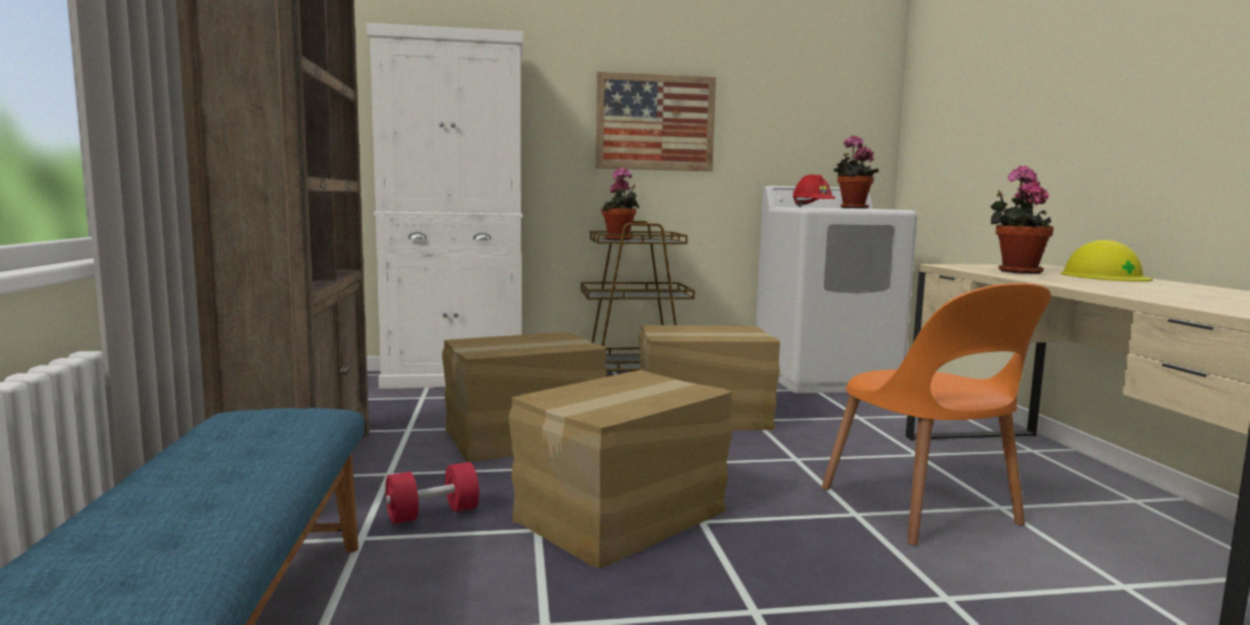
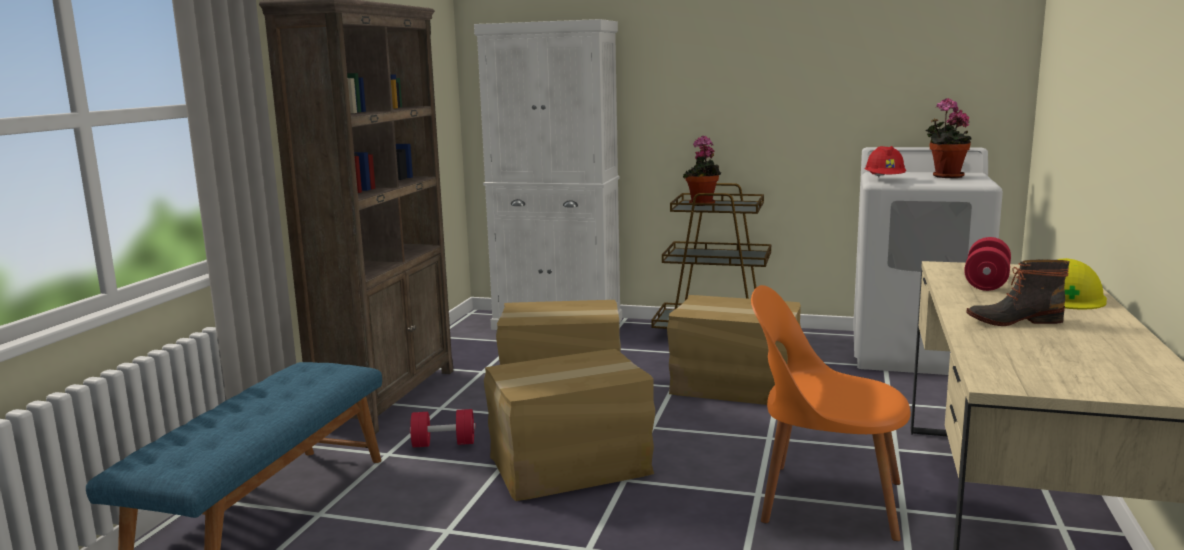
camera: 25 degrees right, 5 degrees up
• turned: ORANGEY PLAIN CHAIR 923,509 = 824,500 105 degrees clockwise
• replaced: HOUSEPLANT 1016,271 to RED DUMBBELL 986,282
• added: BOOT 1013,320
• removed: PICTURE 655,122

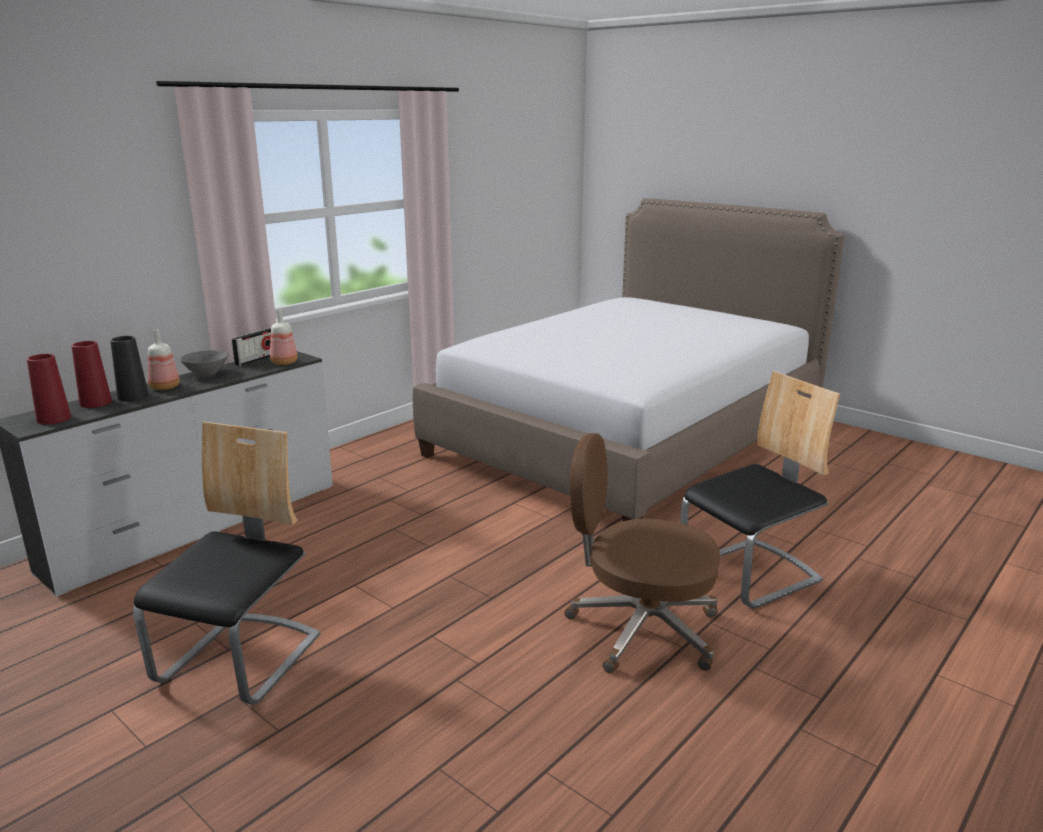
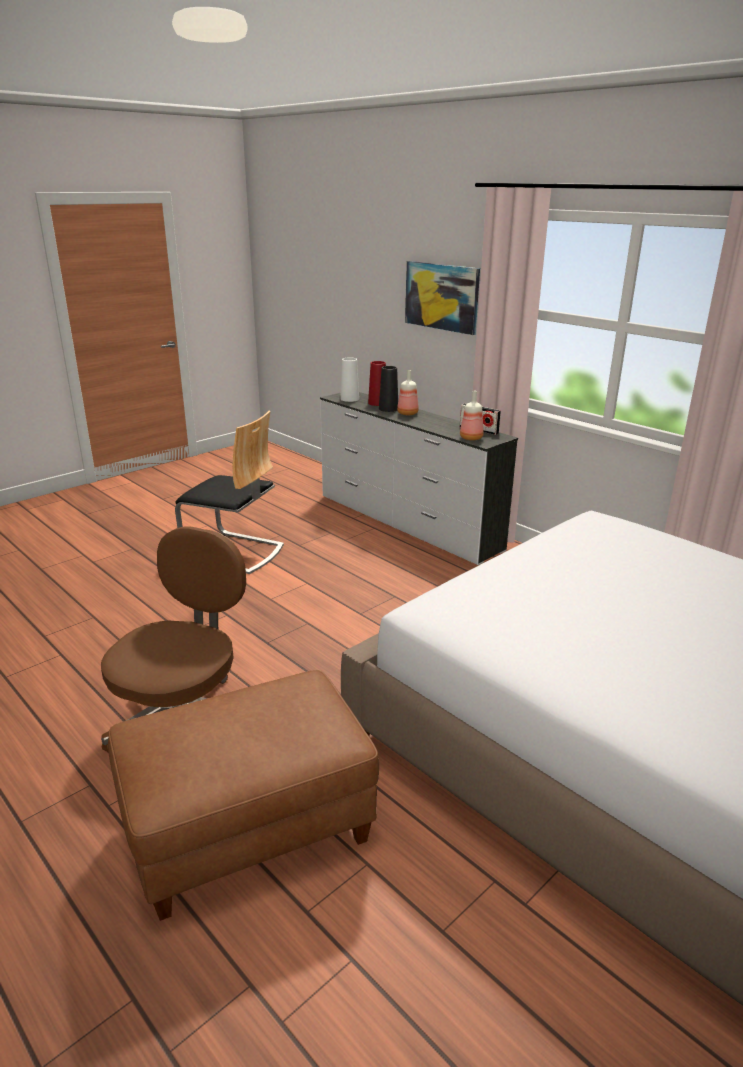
camera: 95 degrees right, 5 degrees up
• replaced: PLAIN CHAIR 750,574 to BROWN FOOTREST 248,831
• recoloured: RED FLOWER VASE 54,419 to WHITISH FLOWER VASE 349,399
• added: PICTURE 442,296
• removed: GREY BOWL 207,374

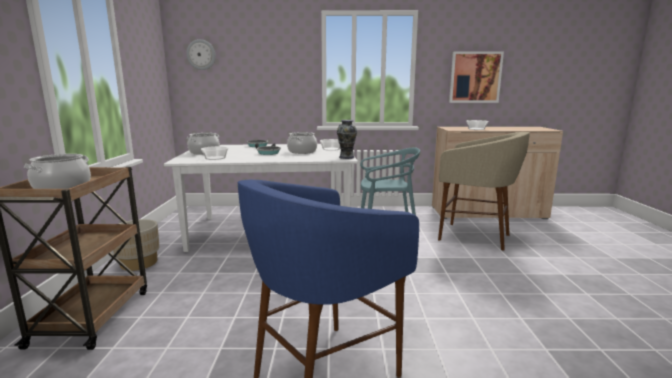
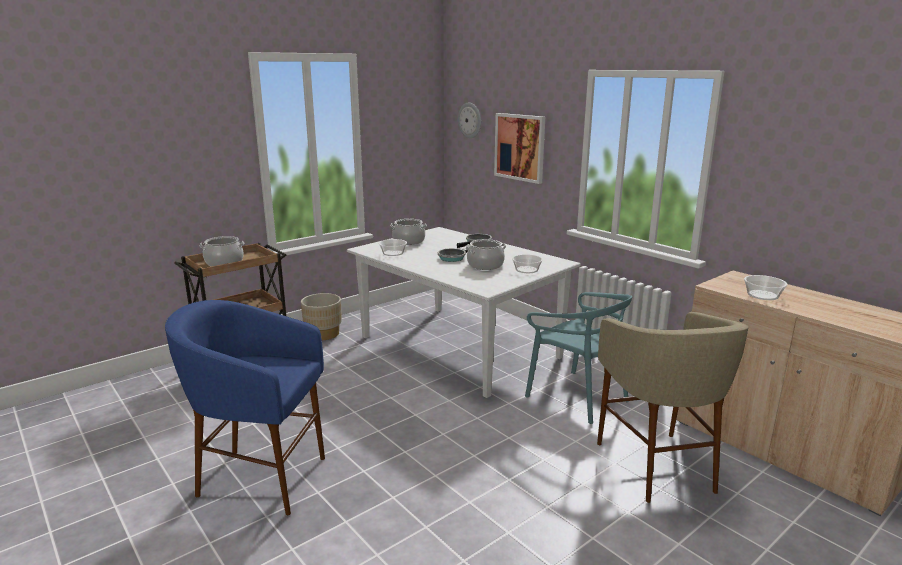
camera: 50 degrees right, 5 degrees up
• moved: PICTURE 475,77 to 520,147
• removed: FLOWER VASE 346,157

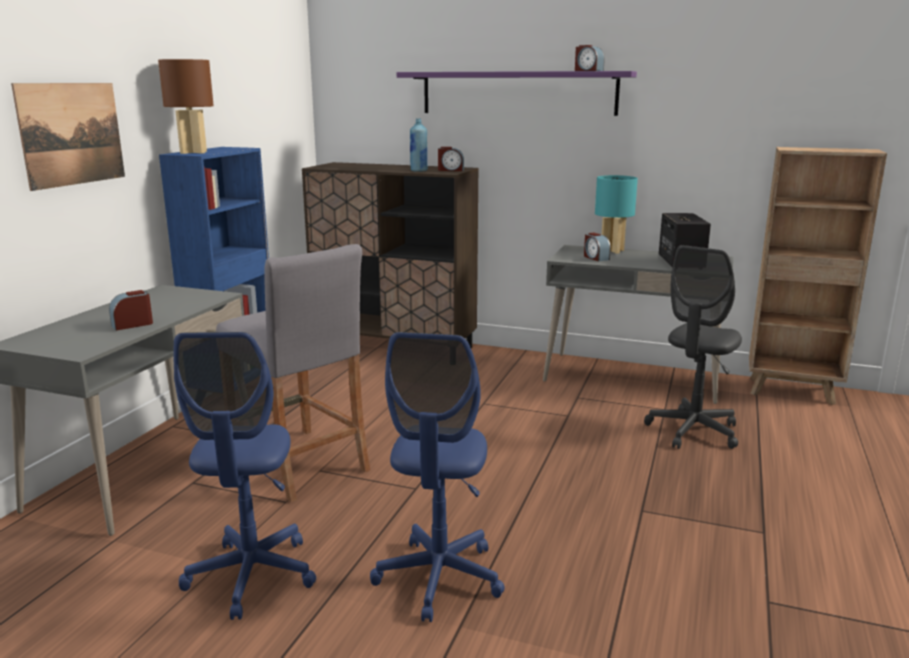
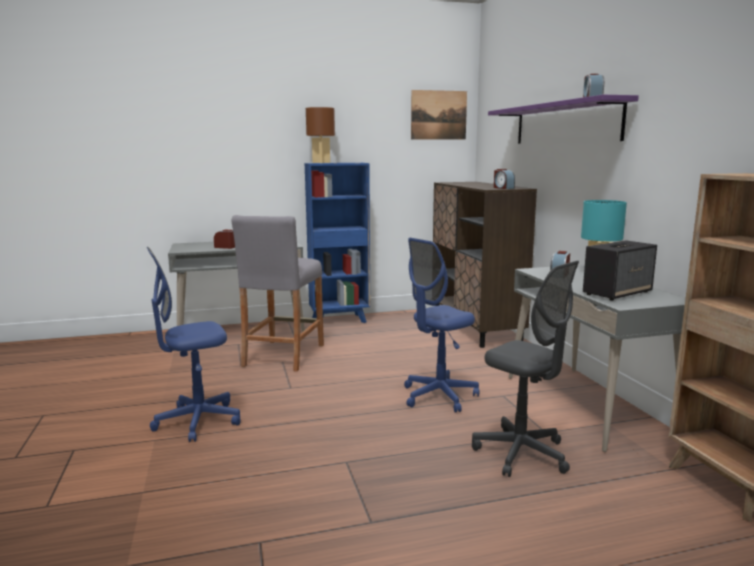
camera: 55 degrees right, 5 degrees down
• moved: BLUE-COLOURED DESK CHAIR 252,575 to 439,396
• moved: PICTURE 72,134 to 438,115
• turned: GREY DESK CHAIR 693,431 = 521,453 135 degrees counterclockwise
• removed: BLUE-COLOURED BEVERAGE BOTTLE 419,170

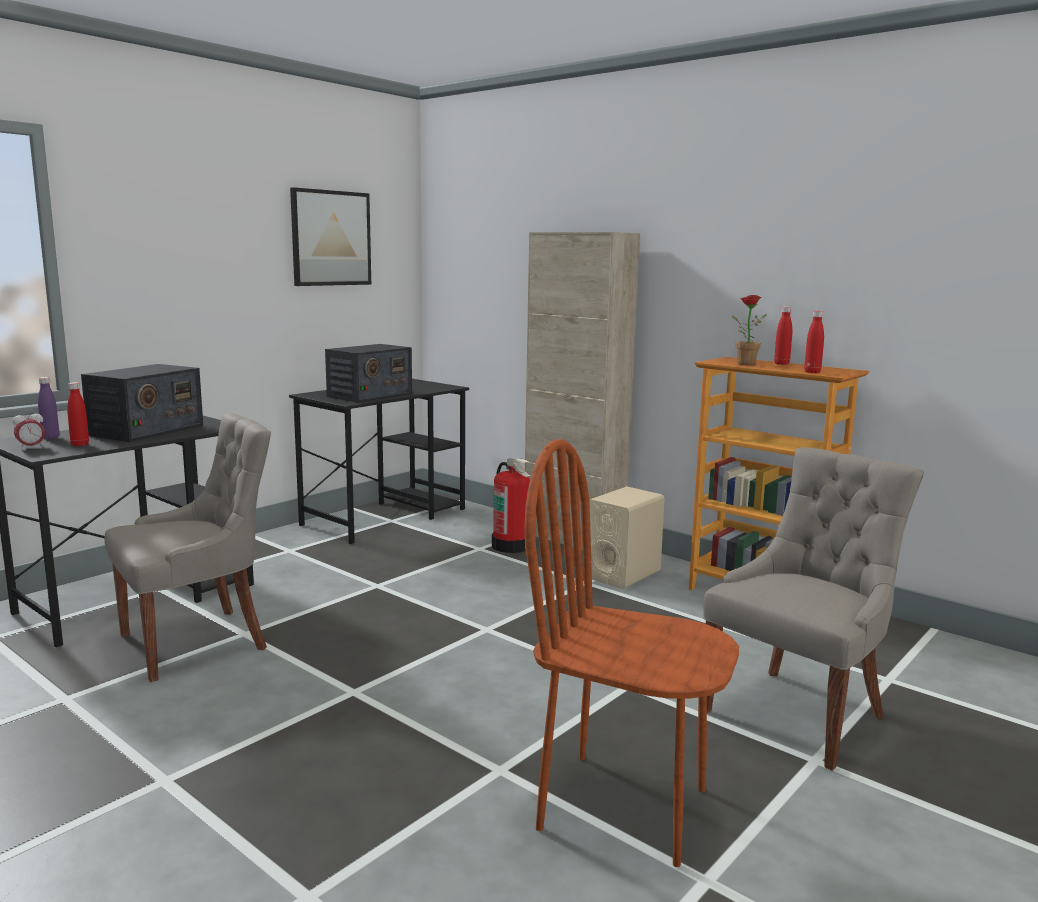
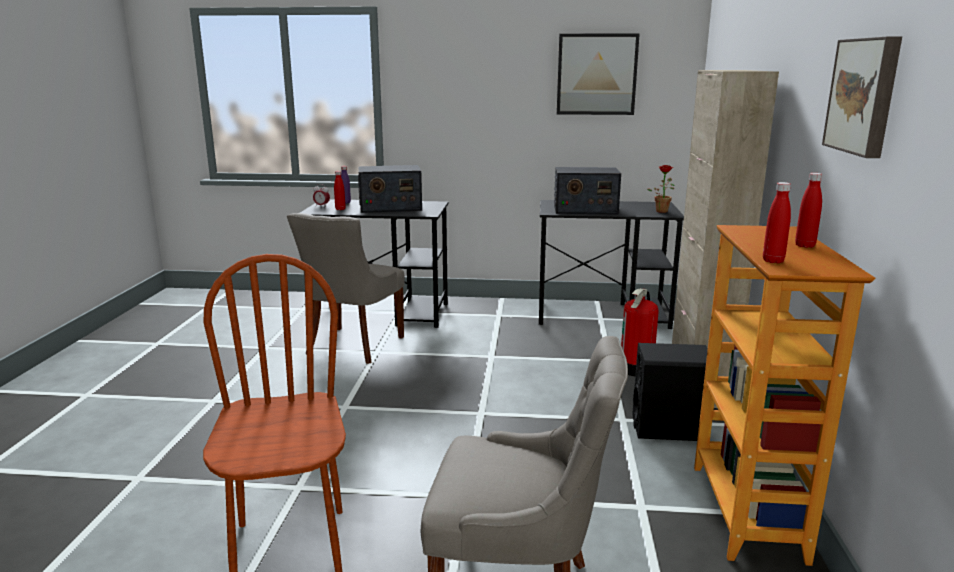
camera: 55 degrees right, 5 degrees up
• turned: GREY PLAIN CHAIR 198,641 = 353,346 90 degrees clockwise
• recoloured: SAND-COLOURED AUDIO SPEAKER 623,574 to BLACK AUDIO SPEAKER 669,428
• moved: HOUSEPLANT 743,363 to 661,211
• added: PICTURE 865,96

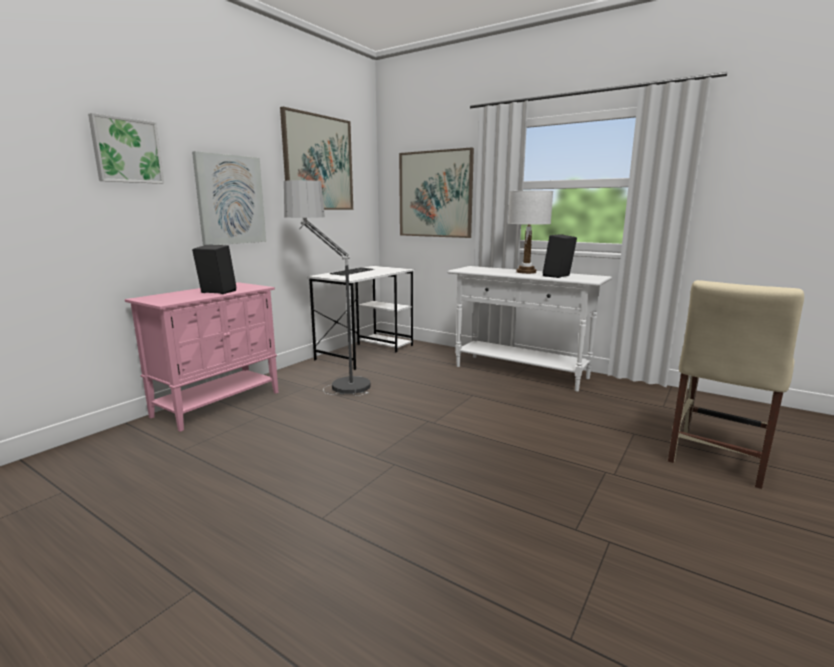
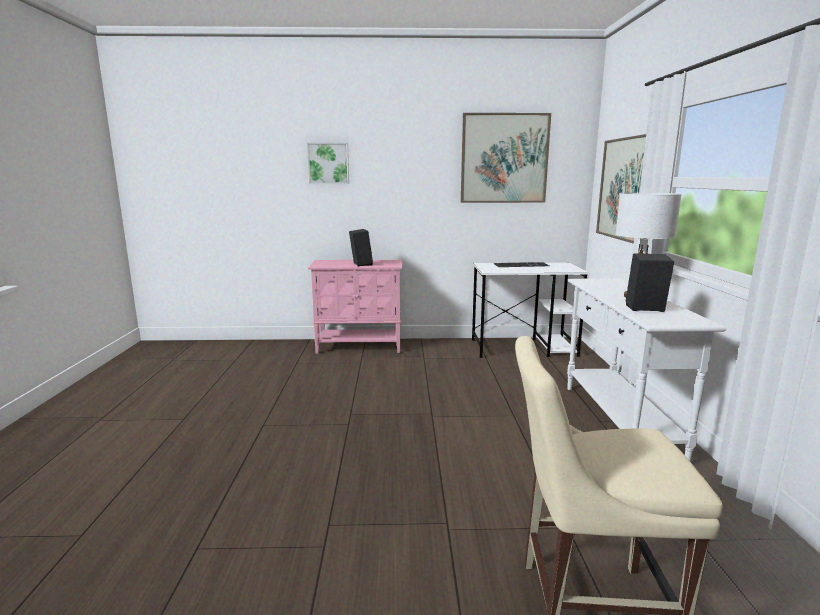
camera: 55 degrees right, 0 degrees up
• removed: PICTURE 230,200
• removed: STANDARD LAMP 331,381

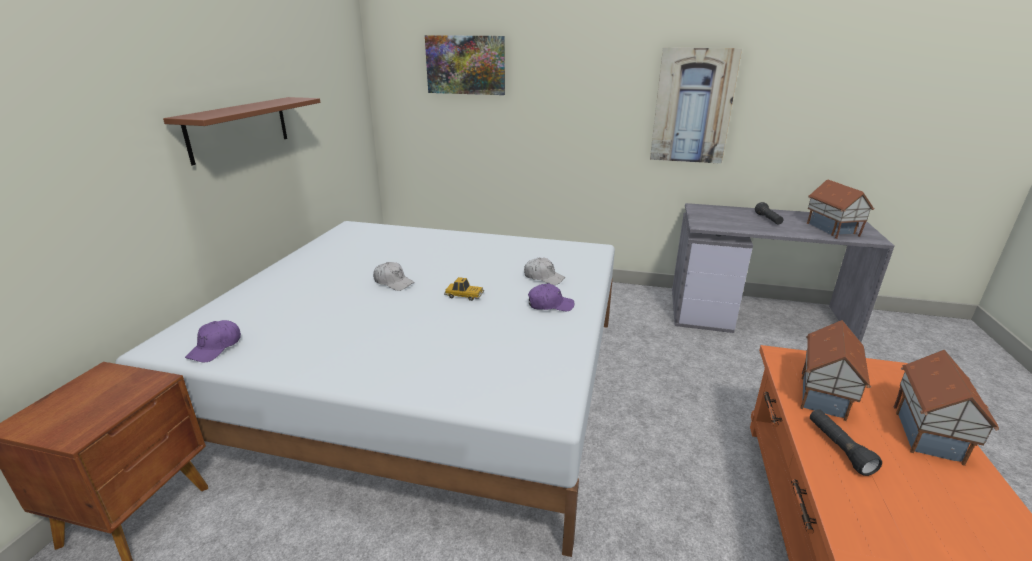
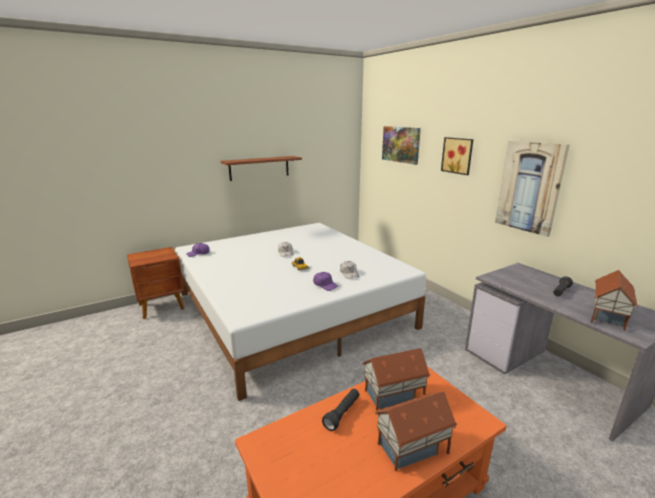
camera: 45 degrees right, 5 degrees down
• added: PICTURE 458,155

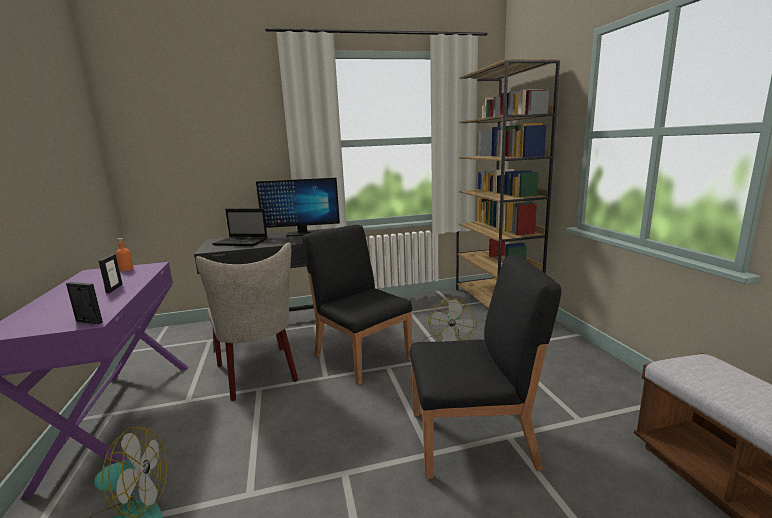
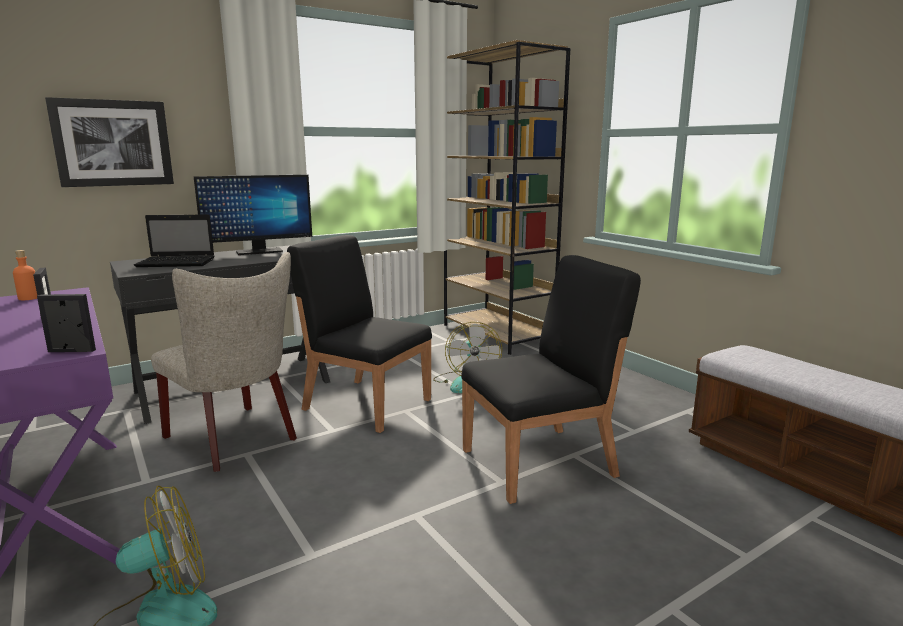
camera: 20 degrees left, 0 degrees up
• added: PICTURE 113,143

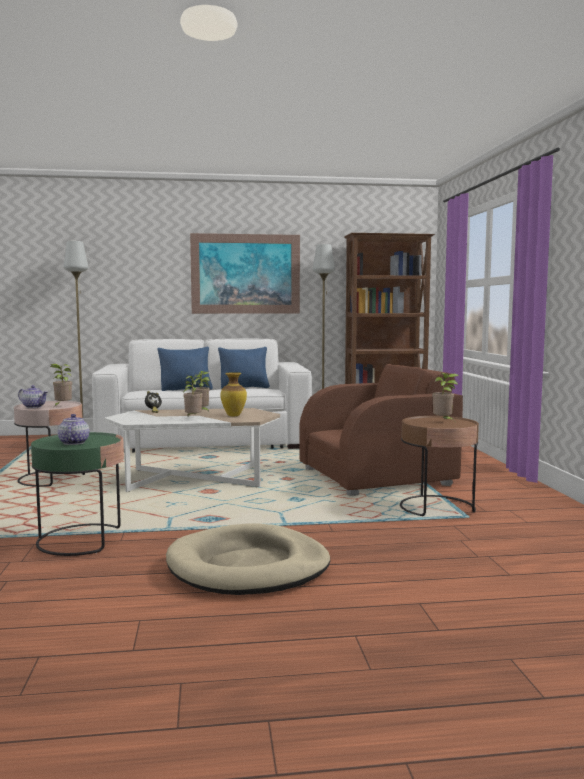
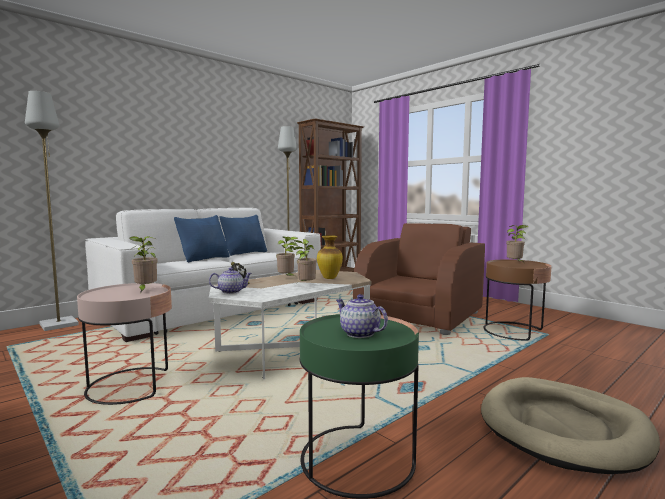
camera: 35 degrees left, 0 degrees up
• moved: TEAPOT 34,406 to 231,291
• removed: PICTURE 245,274

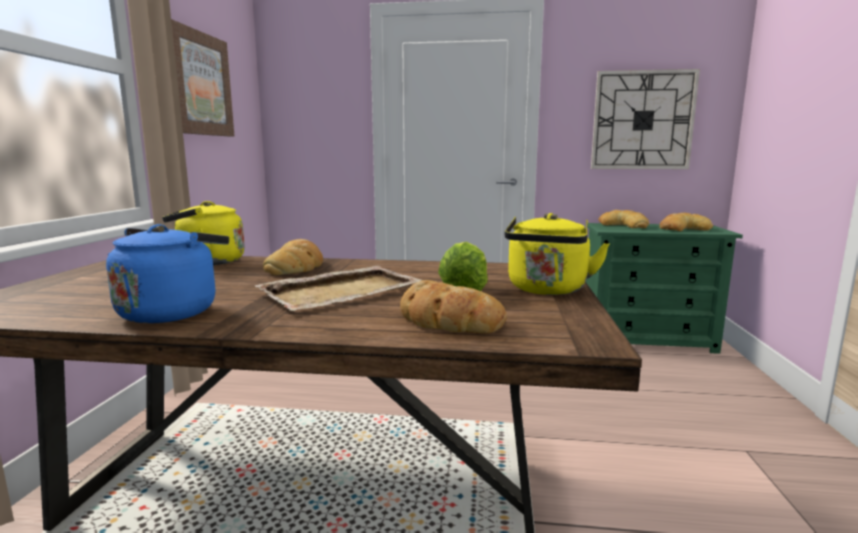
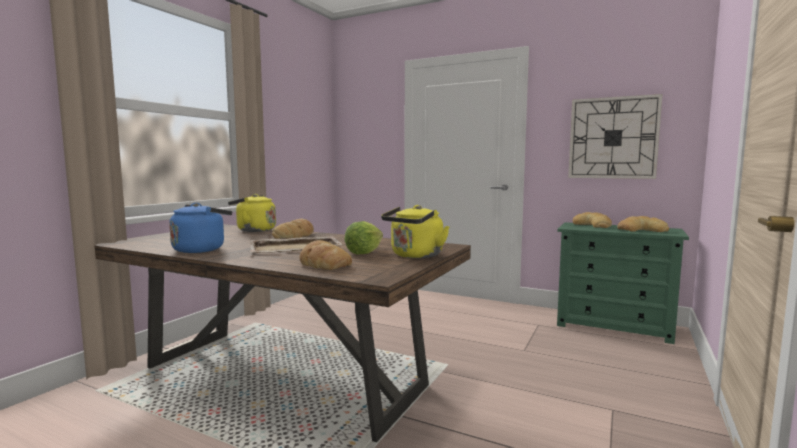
camera: 20 degrees right, 5 degrees down
• removed: PICTURE 199,84

